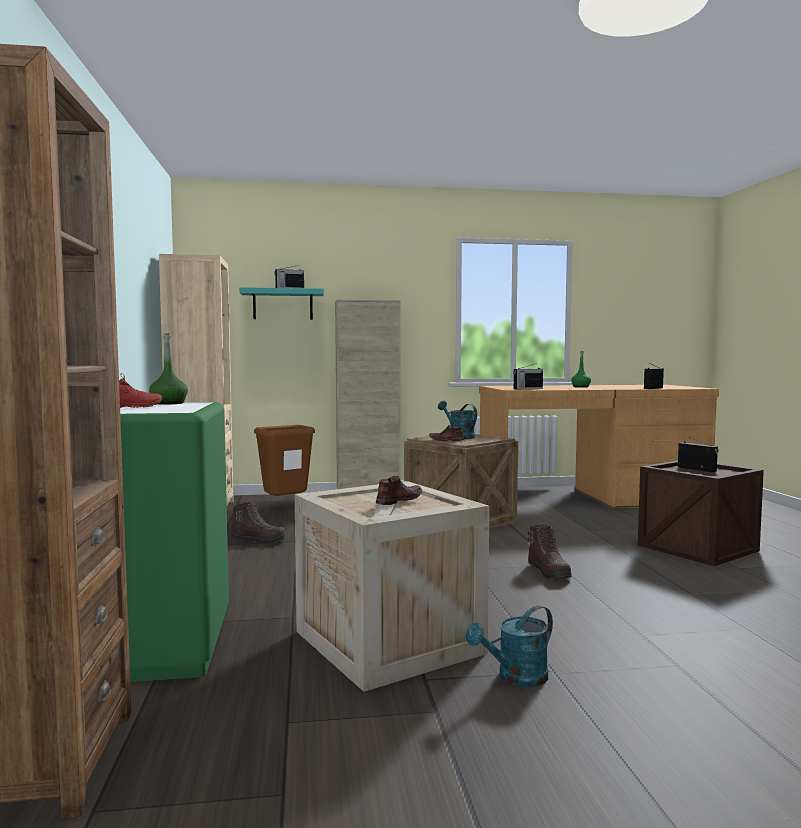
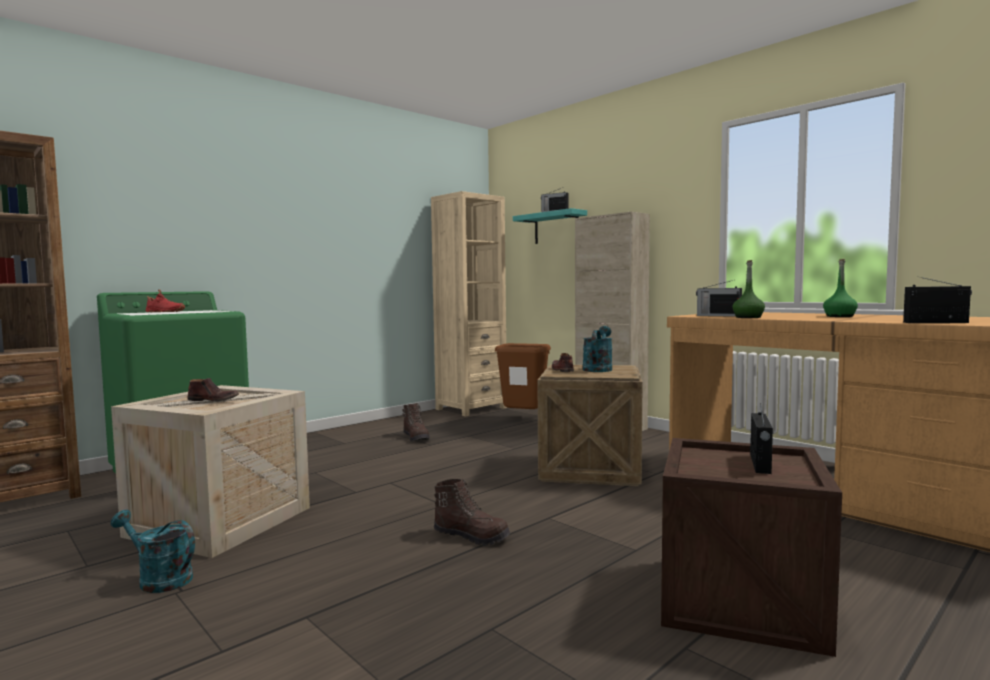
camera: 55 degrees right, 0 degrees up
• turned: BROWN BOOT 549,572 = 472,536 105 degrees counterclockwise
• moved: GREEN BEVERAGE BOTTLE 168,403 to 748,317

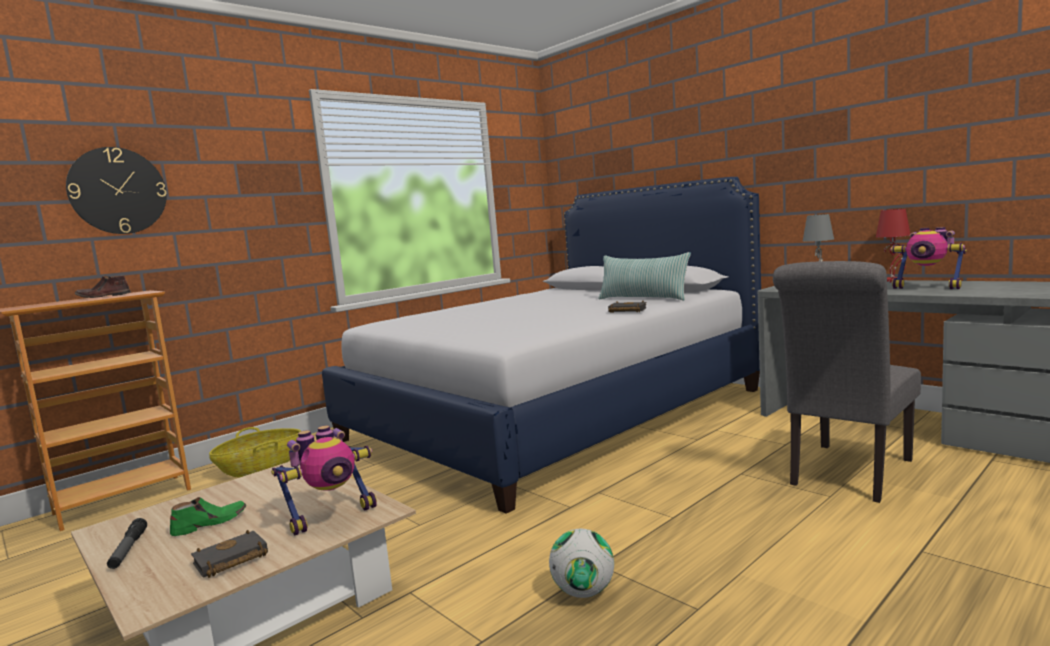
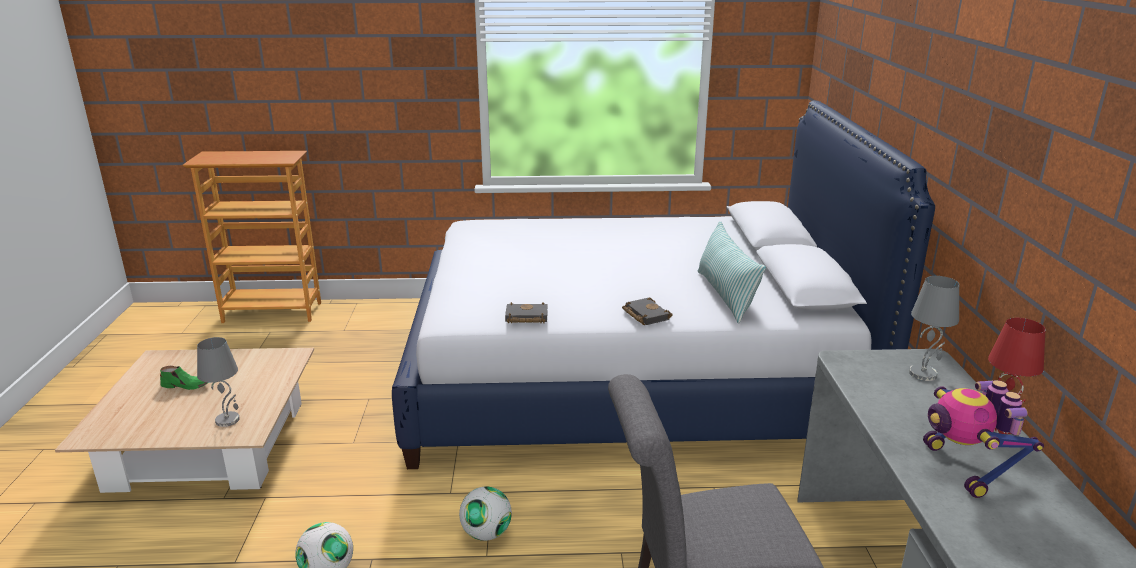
camera: 40 degrees right, 15 degrees up
• replaced: ROBOT FIGURE 331,516 to GREY TABLETOP LAMP 228,420
• added: FOOTBALL 486,533
• moved: BLACK VOLUME 230,561 to 525,317
• removed: HANGING CLOCK 118,191
• removed: BROWN ITEM OF FOOTWEAR 103,296
• removed: HAND TORCH 128,549
• removed: STORAGE BASKET 260,467

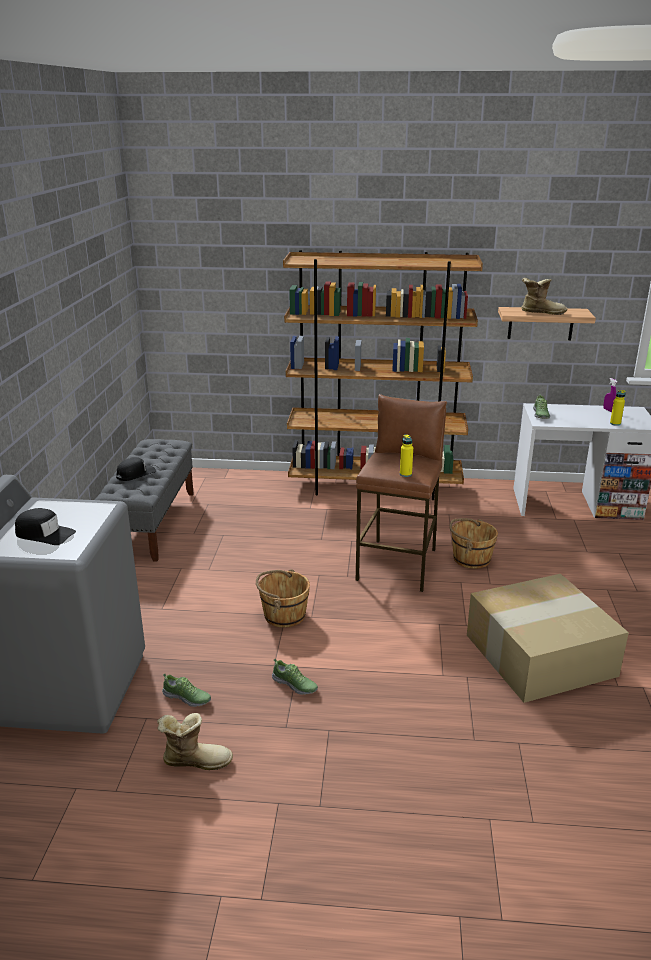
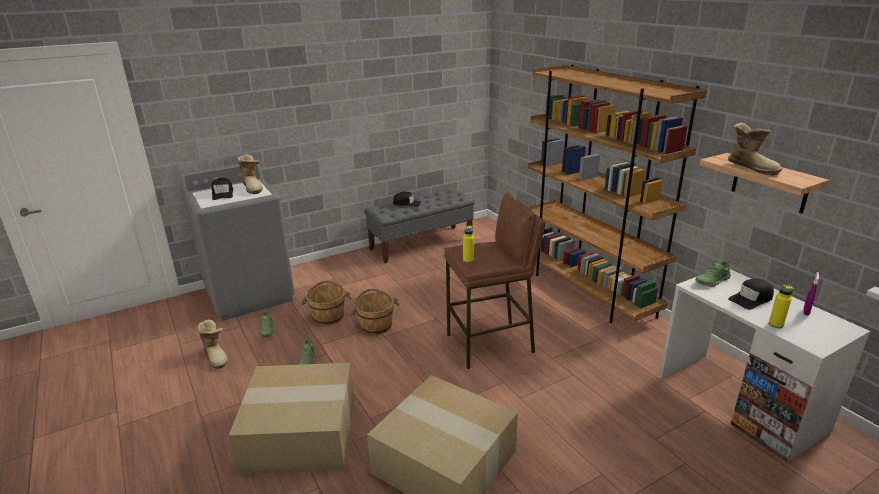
camera: 55 degrees right, 0 degrees up
• added: PACKING BOX 302,432
• added: BOOT 253,187
• moved: BROWN PAIL 470,558 to 328,316
• added: BLACK CAP 751,299

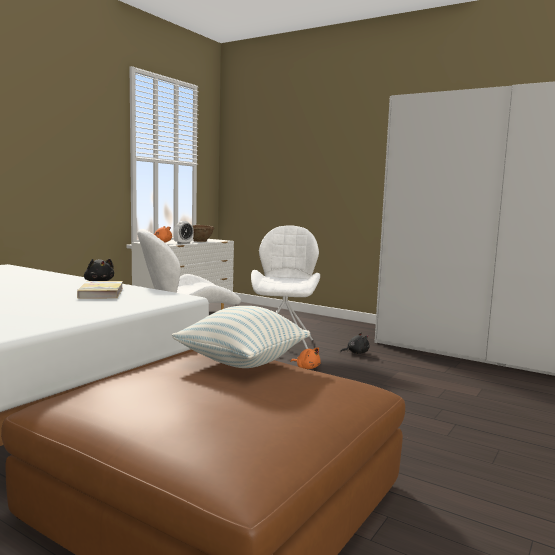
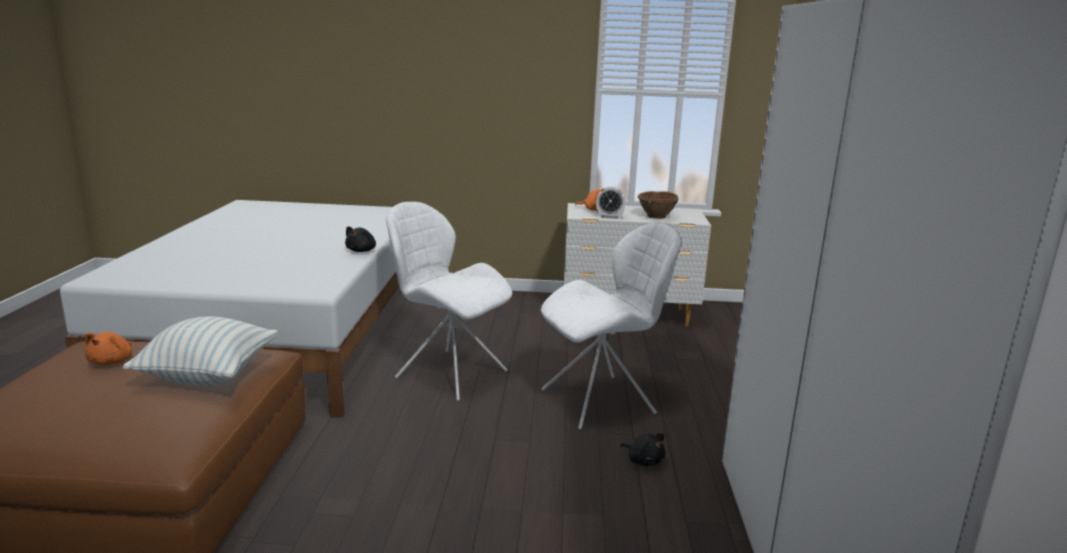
camera: 60 degrees right, 10 degrees up
• moved: ORANGEY PLUSH TOY 307,367 to 112,361
• removed: VOLUME 101,293

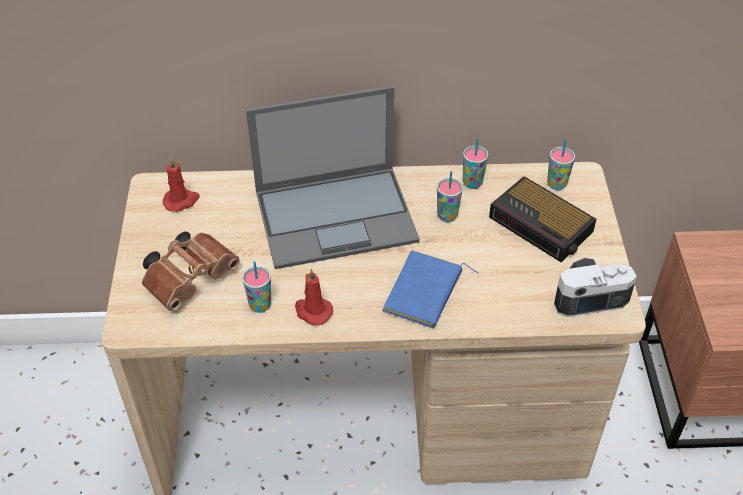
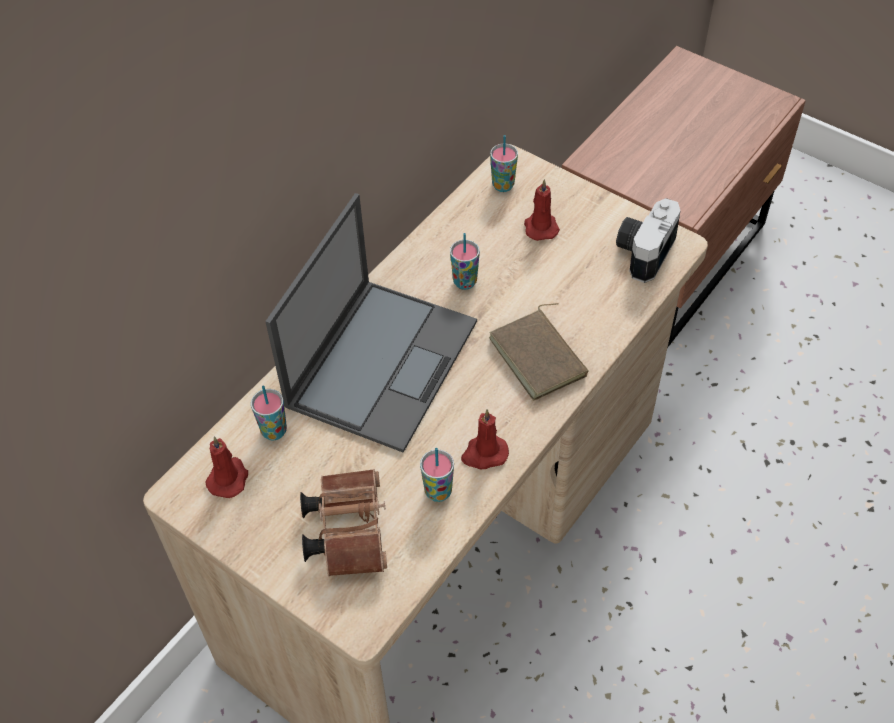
camera: 50 degrees left, 5 degrees up
• moved: SMALL CUP 472,183 to 274,431
• recoloured: BLUE-COLOURED VOLUME 425,293 to BROWN VOLUME 540,357
• replaced: TABLE CLOCK 542,225 to RED CANDLE 540,227

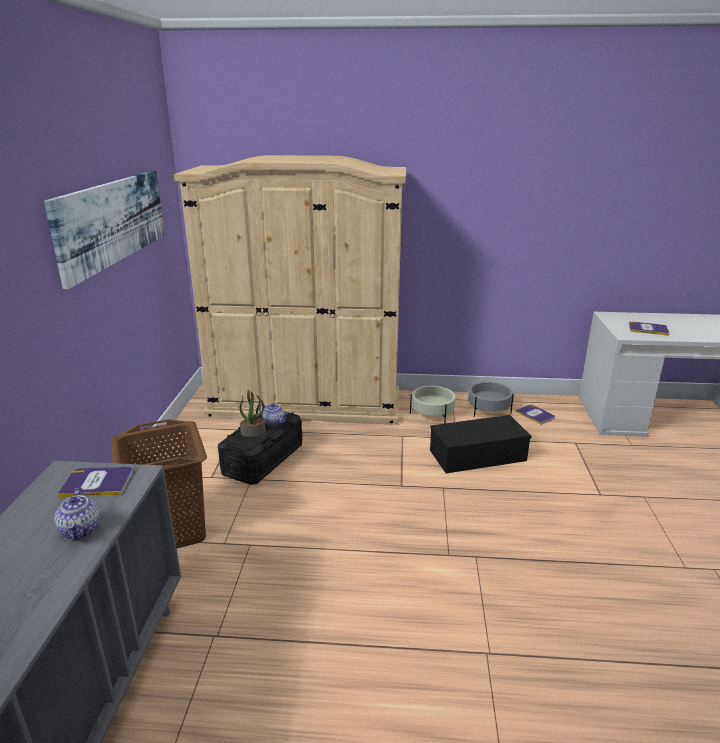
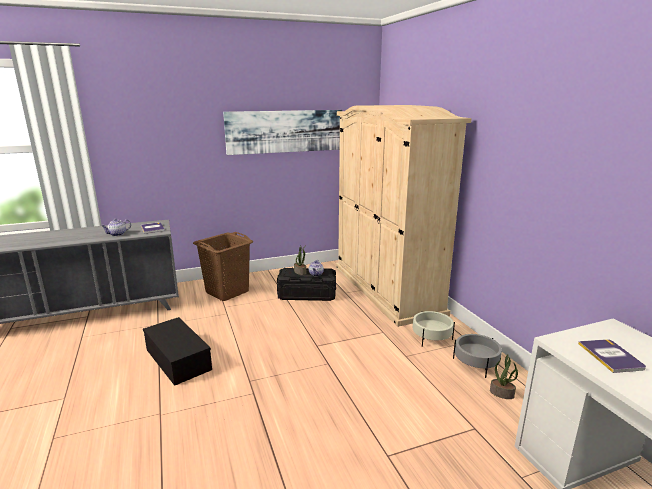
camera: 65 degrees right, 5 degrees down
• moved: BLACK STORAGE BIN 478,454 to 179,359
• replaced: VOLUME 535,415 to HOUSEPLANT 502,393

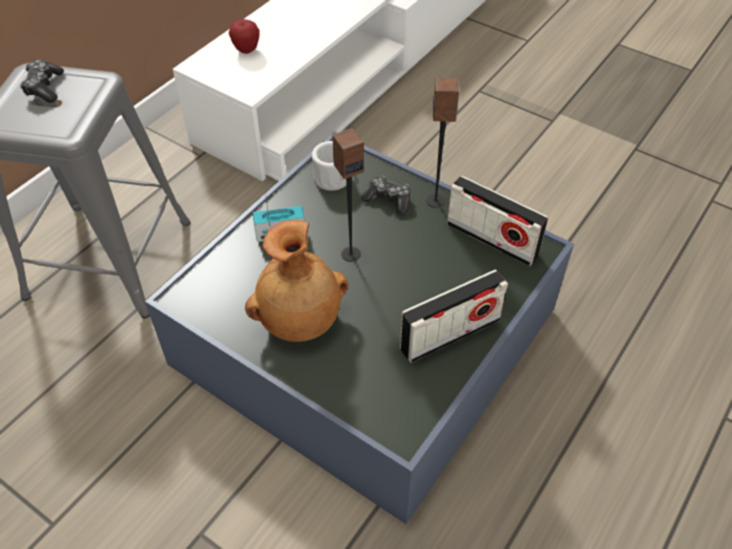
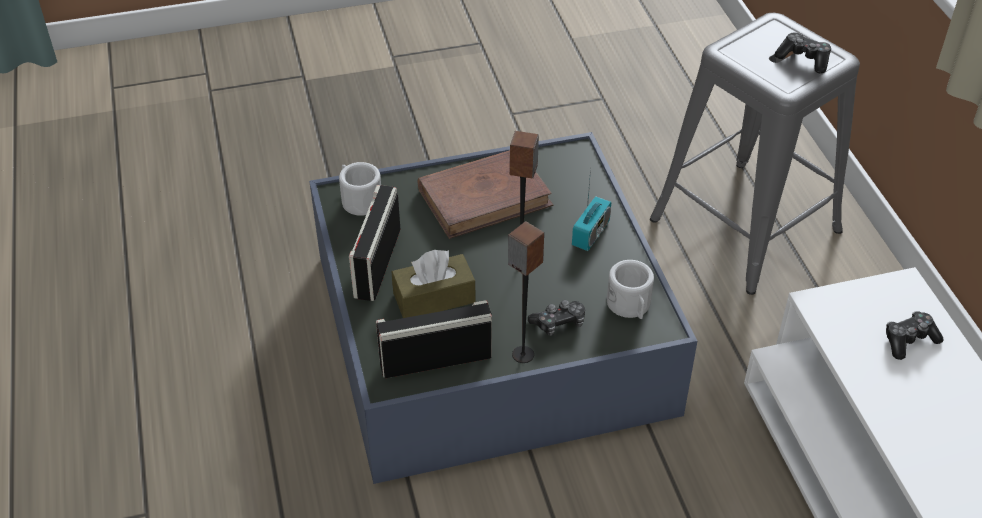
camera: 130 degrees right, 5 degrees down
• added: WHITISH COFFEE MUG 359,200
• added: BROWN BOX OF TISSUES 434,298
• replaced: BROWN FLOWER VASE 300,321 to BROWN VOLUME 485,198
• replaced: WHOLE APPLE 246,50 to GAME CONTROLLER 909,340

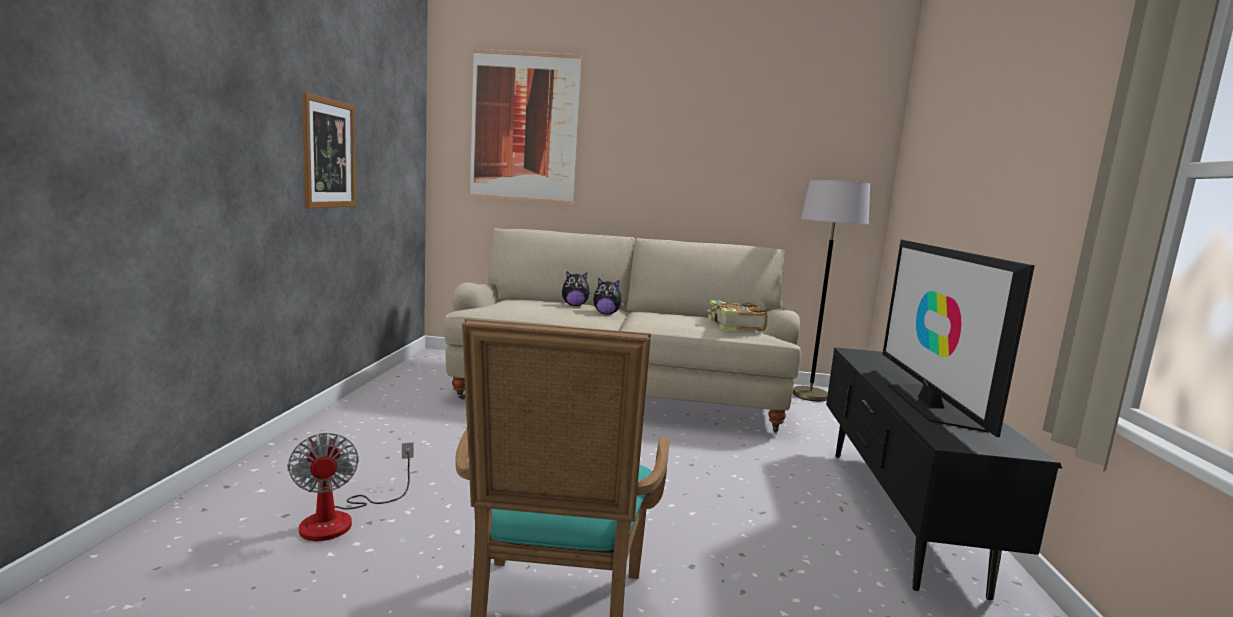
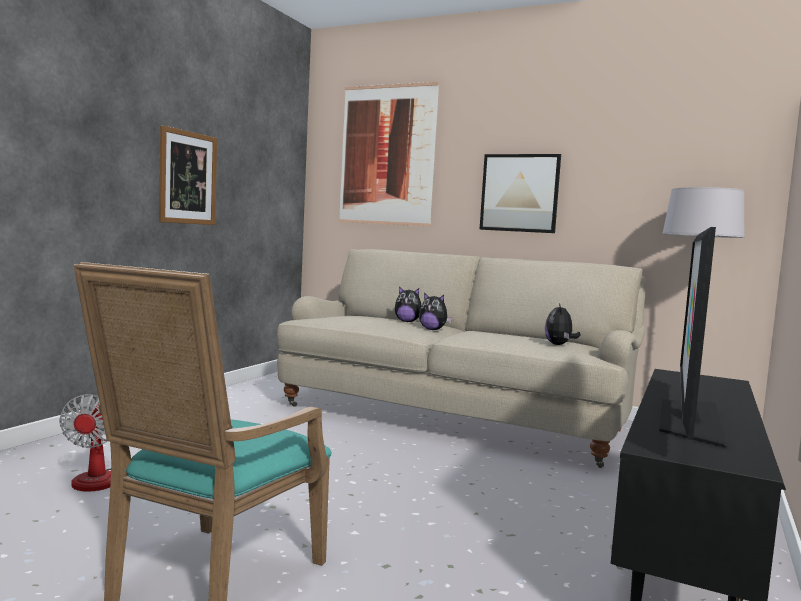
camera: 20 degrees right, 5 degrees down
• added: PICTURE 519,193
• replaced: VOLUME 735,325 to PLUSH TOY 559,345

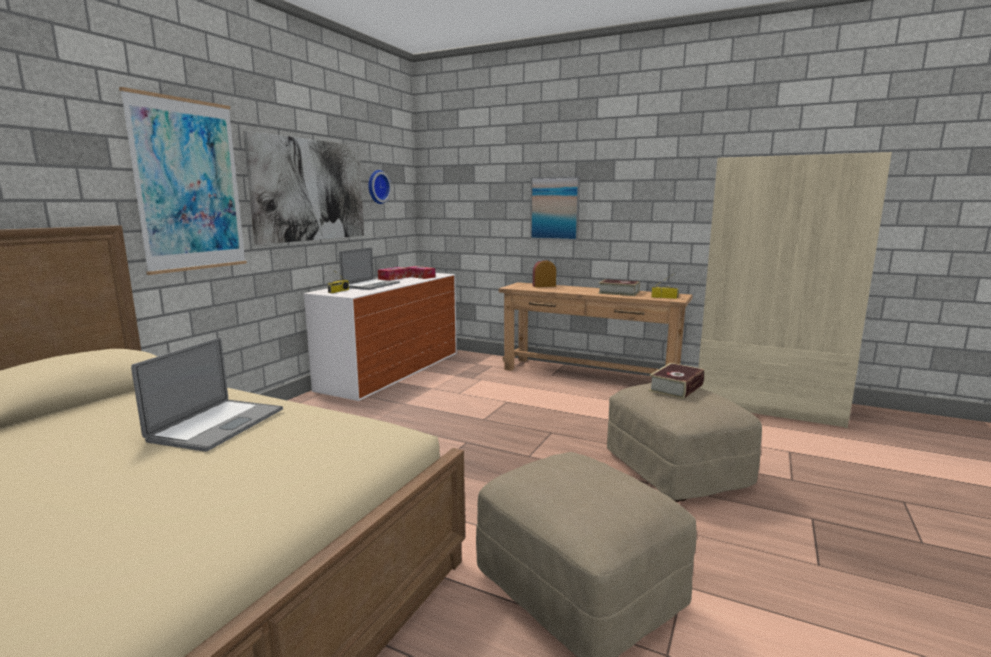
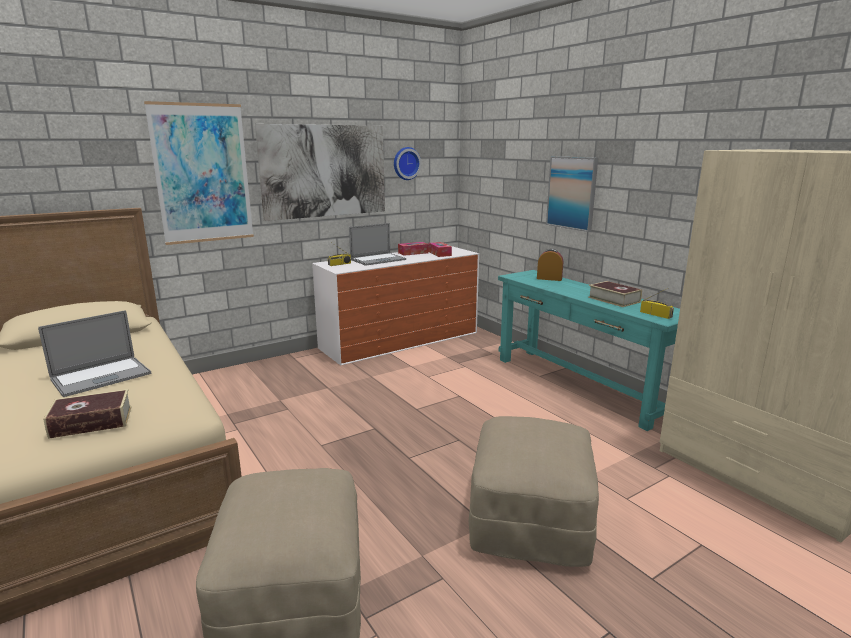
camera: 30 degrees right, 5 degrees up
• moved: VOLUME 676,388 to 92,422
• recoloured: BROWN NARROW TABLE 588,375 to BLUE-GREEN NARROW TABLE 580,385

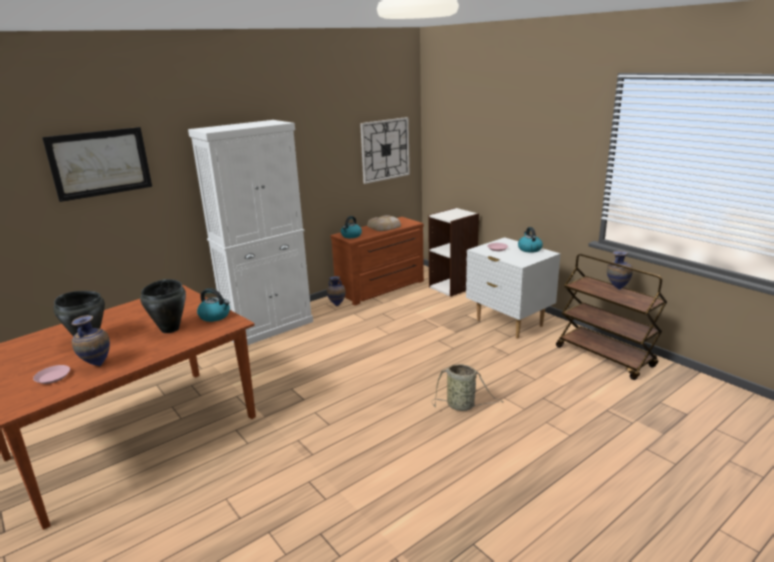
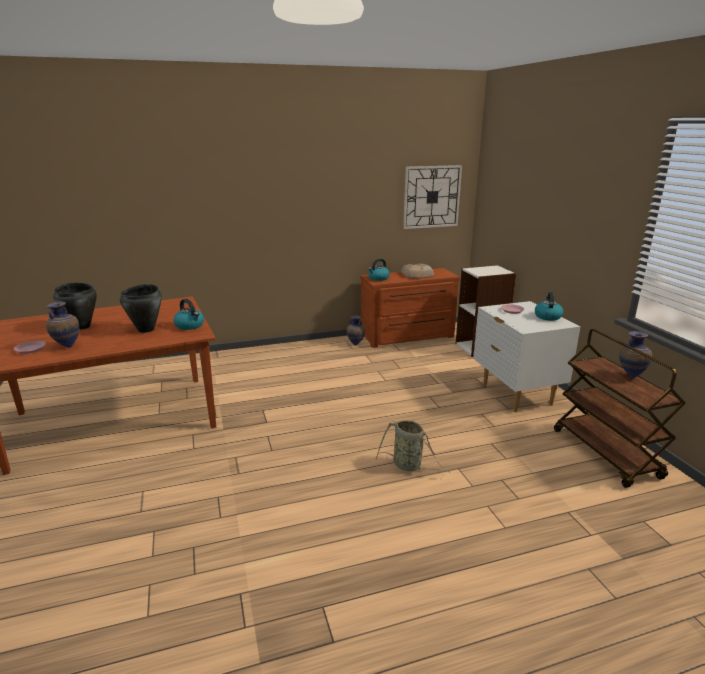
camera: 20 degrees right, 0 degrees up
• removed: PICTURE 100,163
• removed: WHITISH STORAGE CABINET 268,327

